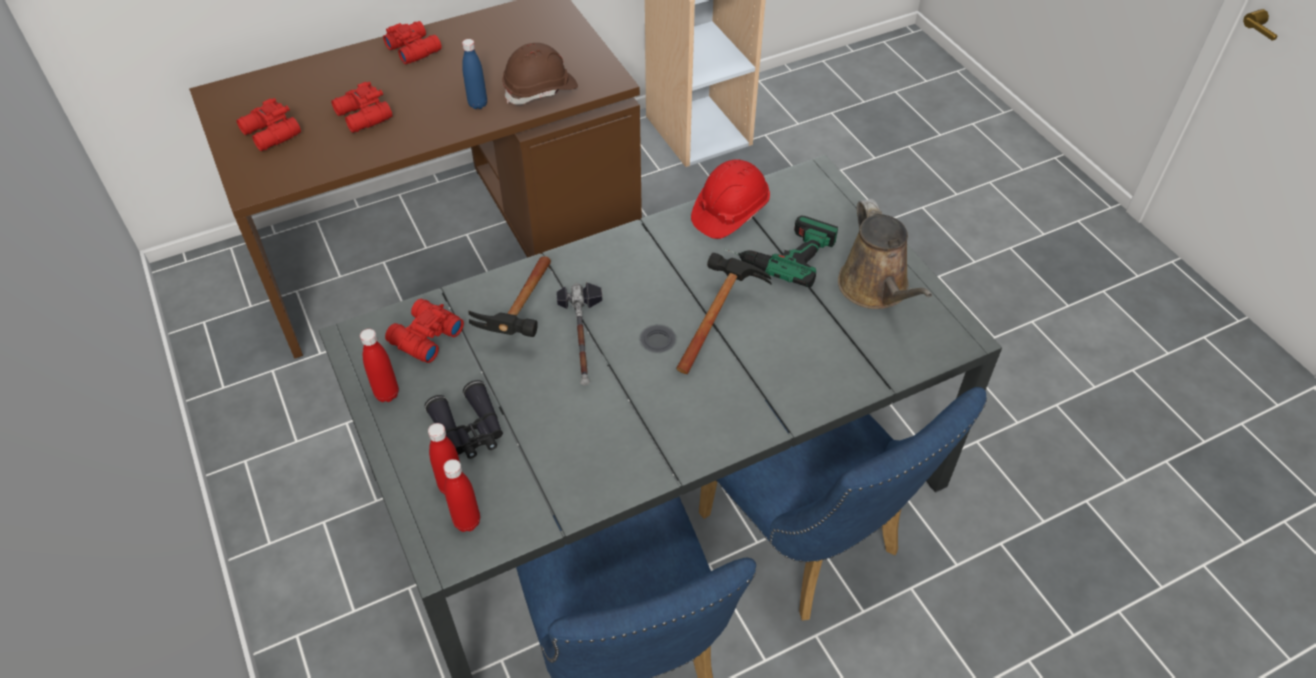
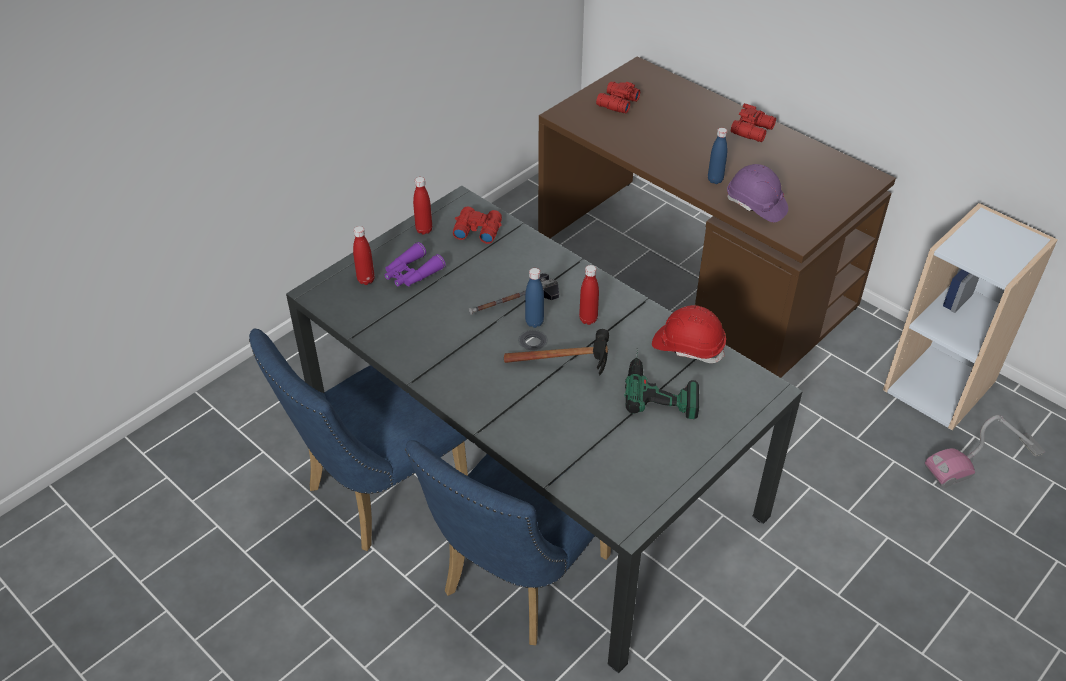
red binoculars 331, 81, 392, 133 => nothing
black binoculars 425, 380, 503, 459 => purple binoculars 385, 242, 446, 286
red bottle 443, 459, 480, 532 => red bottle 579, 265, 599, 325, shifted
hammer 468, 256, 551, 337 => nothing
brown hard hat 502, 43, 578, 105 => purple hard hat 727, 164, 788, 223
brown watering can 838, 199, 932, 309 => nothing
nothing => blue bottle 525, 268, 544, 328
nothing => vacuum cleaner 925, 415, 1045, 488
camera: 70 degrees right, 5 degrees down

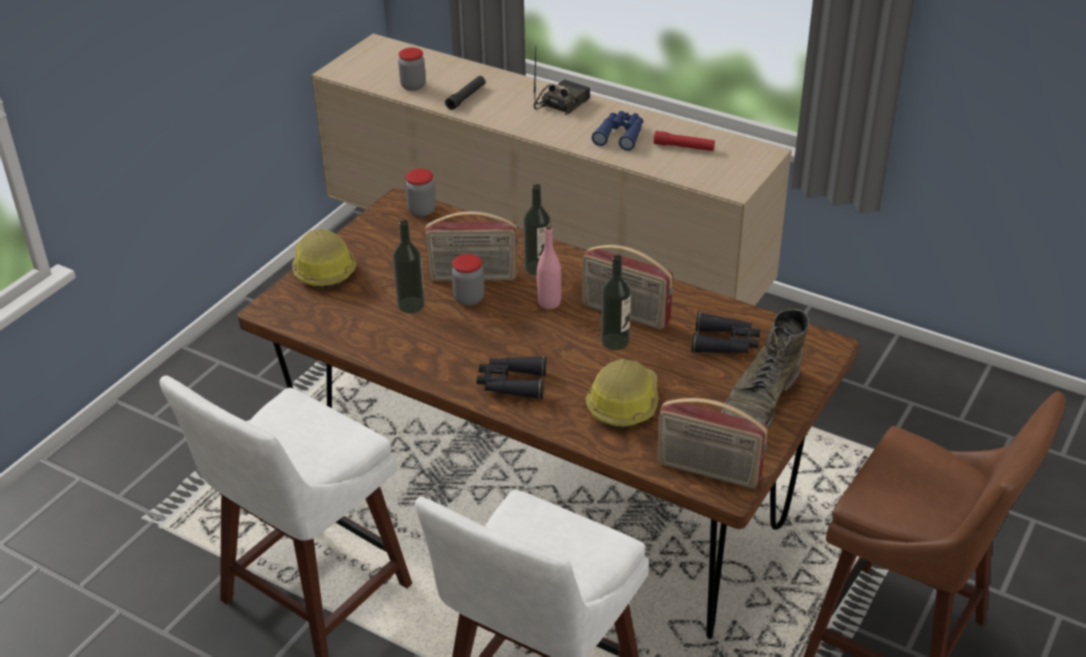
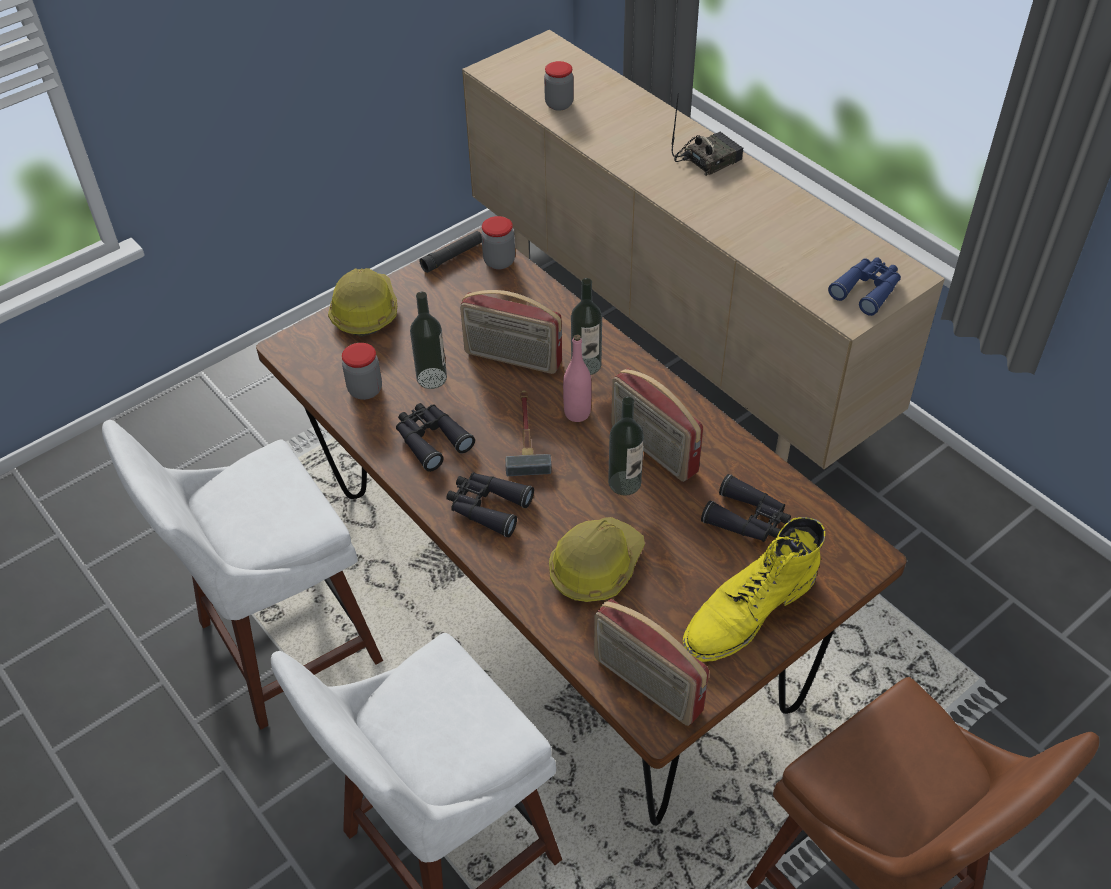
black flashlight 445, 76, 485, 110 => black flashlight 419, 231, 482, 273, shifted
jar 452, 254, 485, 306 => jar 342, 343, 382, 400, shifted
blue binoculars 592, 111, 643, 151 => blue binoculars 828, 257, 901, 316, shifted
red flashlight 654, 131, 715, 151 => nothing
green boot 721, 309, 809, 428 => yellow boot 683, 517, 825, 662
nothing => black binoculars 396, 403, 475, 472
nothing => hammer 505, 390, 552, 476
camera: 20 degrees right, 10 degrees up

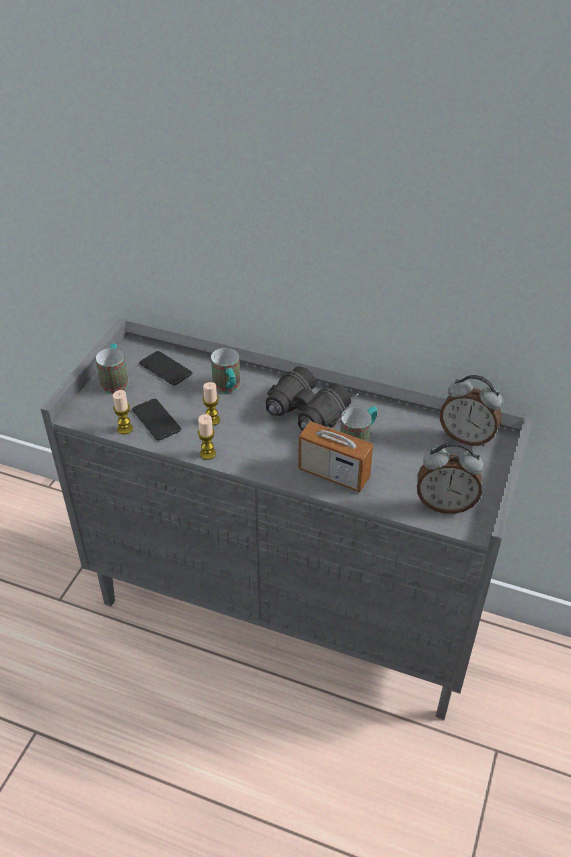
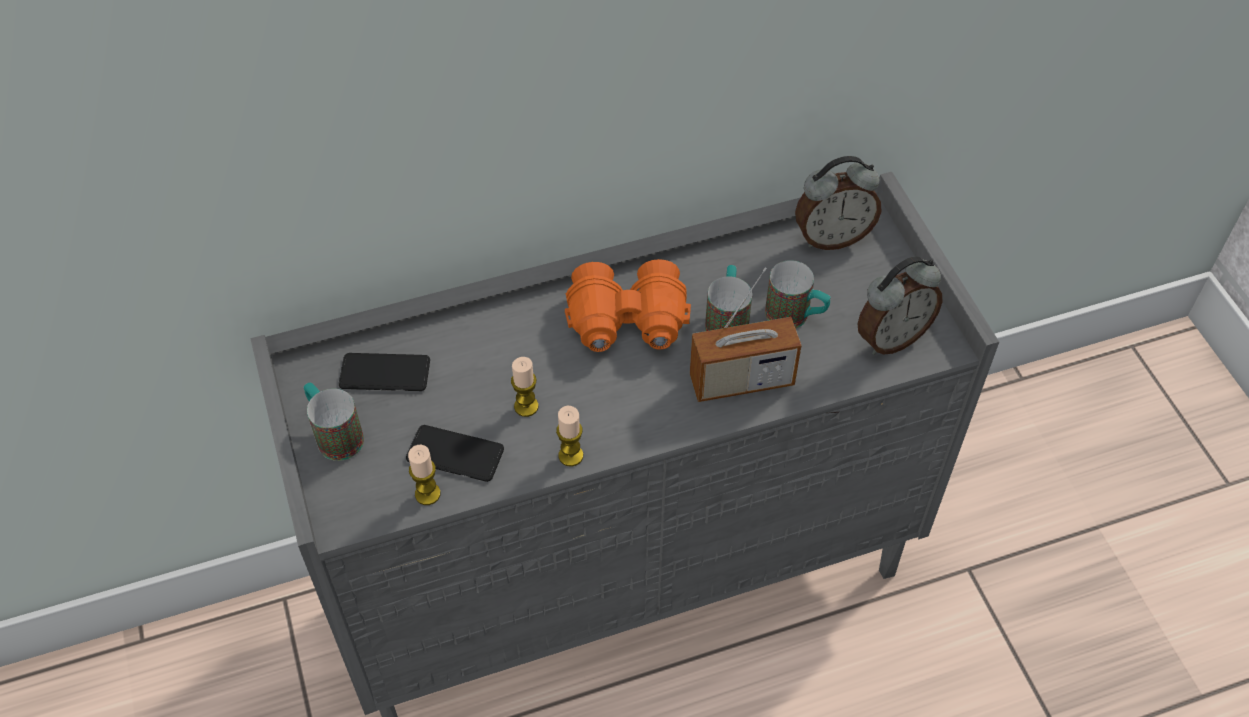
mug 211, 348, 240, 393 => mug 765, 260, 831, 328, shifted
black binoculars 266, 366, 351, 431 => orange binoculars 565, 259, 691, 352
camera: 40 degrees left, 10 degrees up

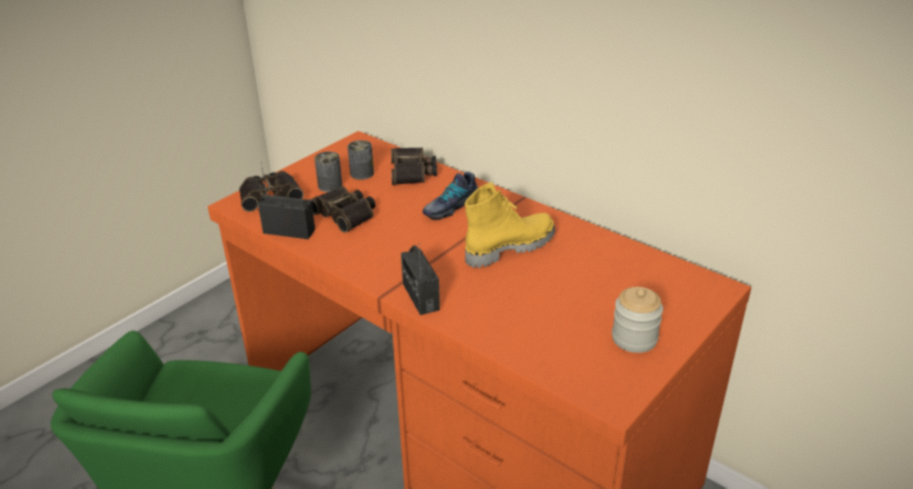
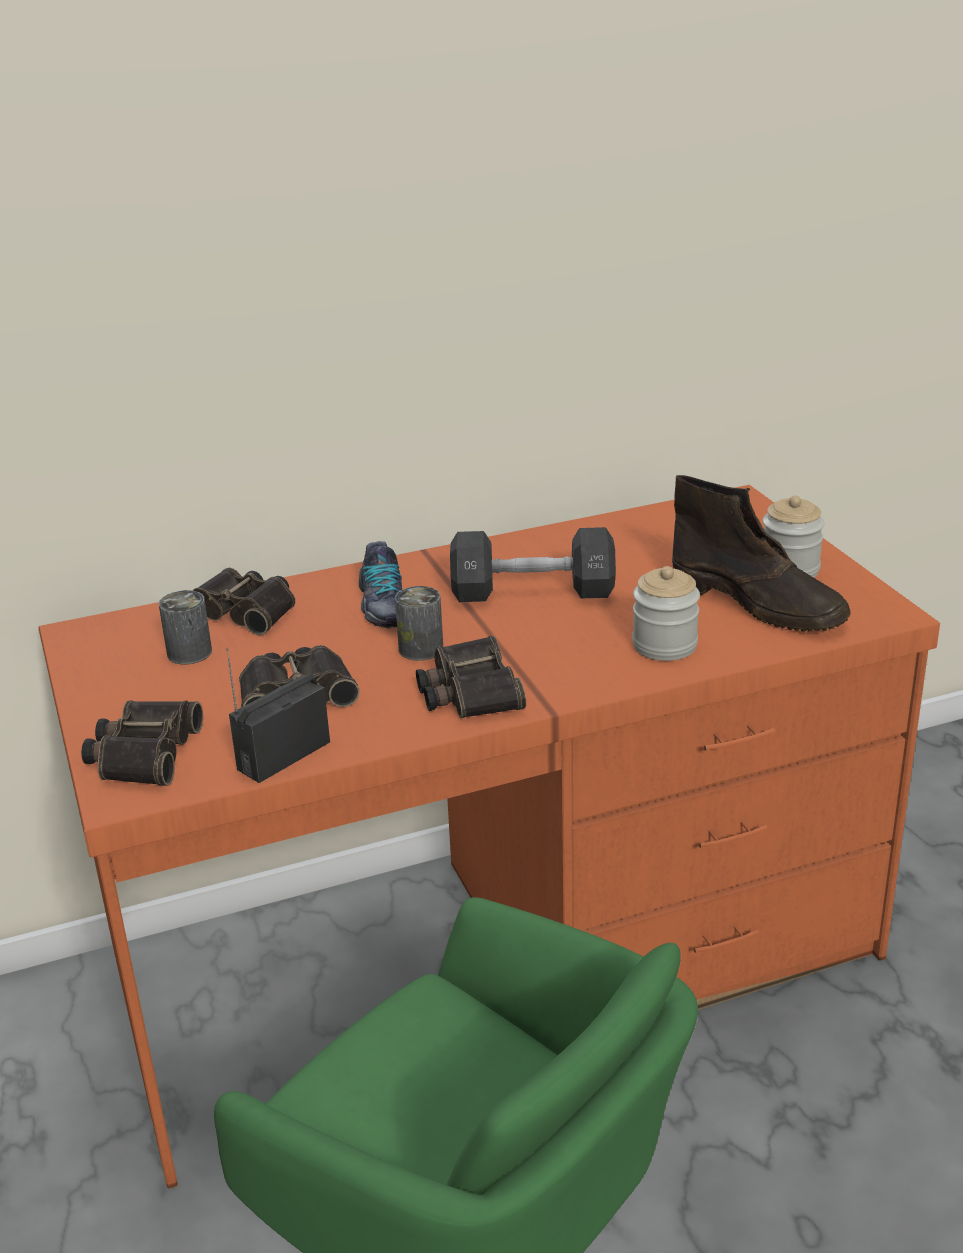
can 314, 152, 342, 192 => can 395, 586, 443, 661, shifted
radio 401, 243, 440, 315 => nothing
yellow boot 465, 182, 555, 268 => black dumbbell 450, 527, 616, 602
nothing => binoculars 416, 636, 526, 719
nothing => jar 632, 566, 700, 661
nothing => brown boot 672, 475, 851, 632
camera: 60 degrees left, 5 degrees down

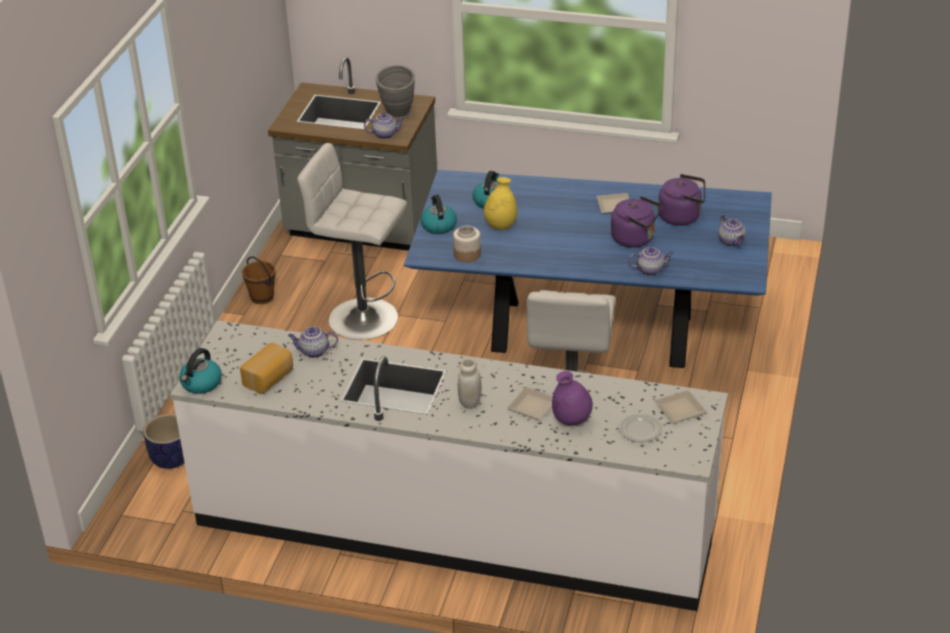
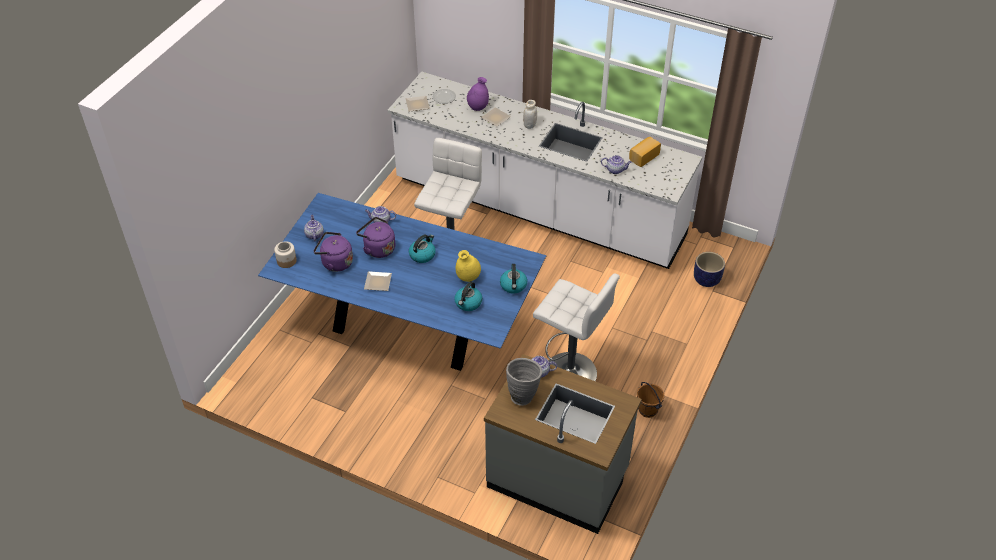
kettle 179, 348, 222, 394 => kettle 409, 234, 436, 263, shifted
jar 453, 226, 481, 262 => jar 274, 241, 297, 268, shifted
camera: 170 degrees left, 10 degrees up

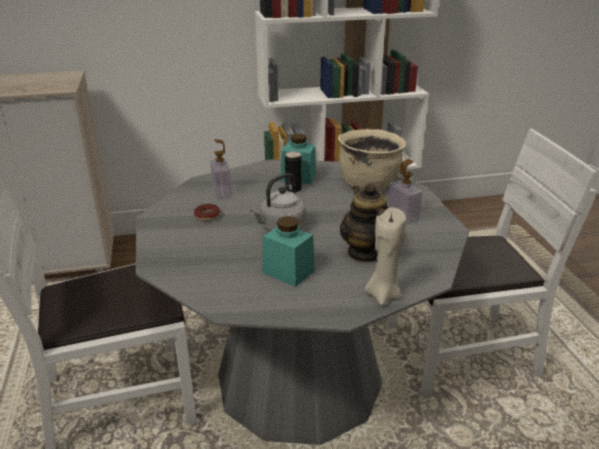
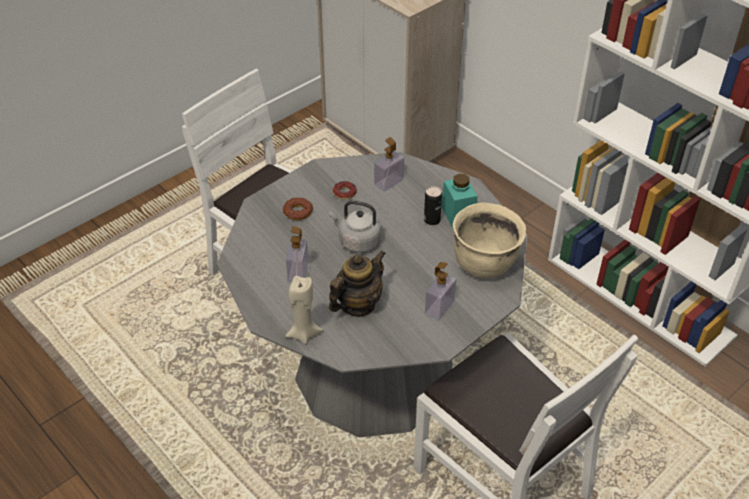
turquoise jar 262, 216, 315, 287 => soap dispenser 286, 226, 308, 282
nothing => donut 283, 198, 313, 220
camera: 60 degrees right, 15 degrees up

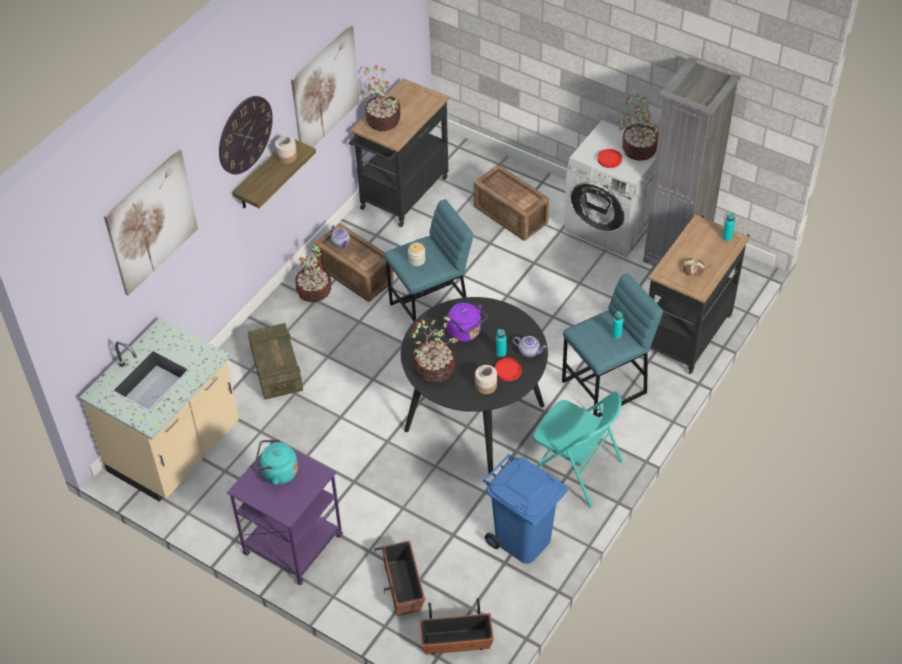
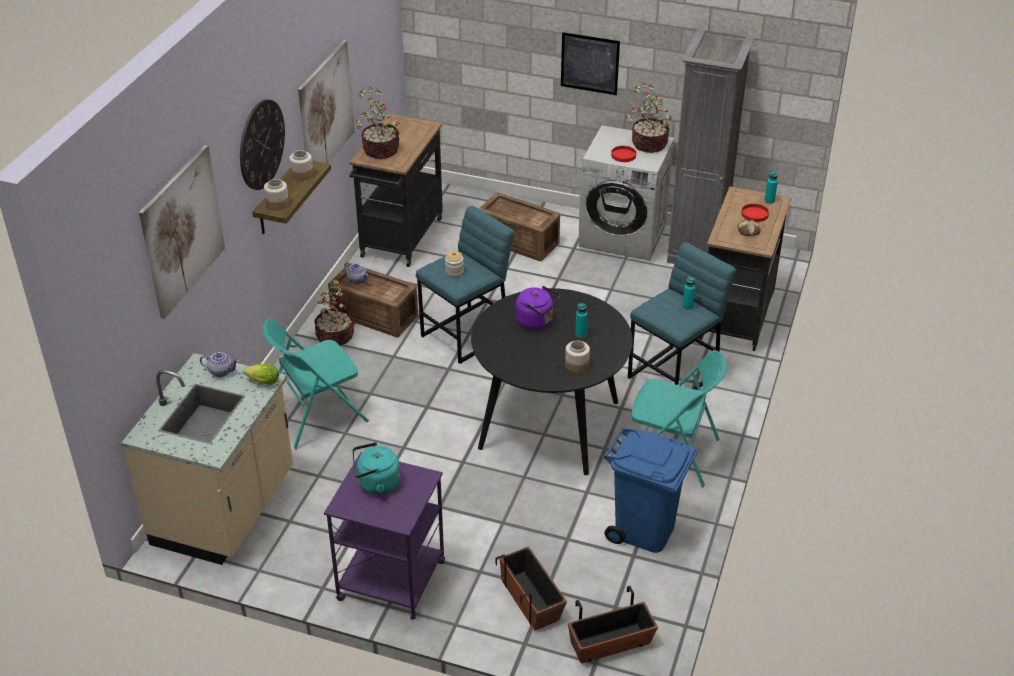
crate 248, 323, 303, 400 => turquoise chair 263, 318, 369, 449
potted plant 409, 315, 459, 383 => nothing
red plate 495, 358, 522, 381 => red plate 741, 204, 769, 222, shifted
teapot 513, 336, 546, 357 => teapot 200, 352, 239, 377, shifted
nothing => lettuce 243, 364, 279, 385
nothing => jar 264, 179, 289, 210
nothing => picture 561, 32, 620, 95
camera: 15 degrees left, 10 degrees down

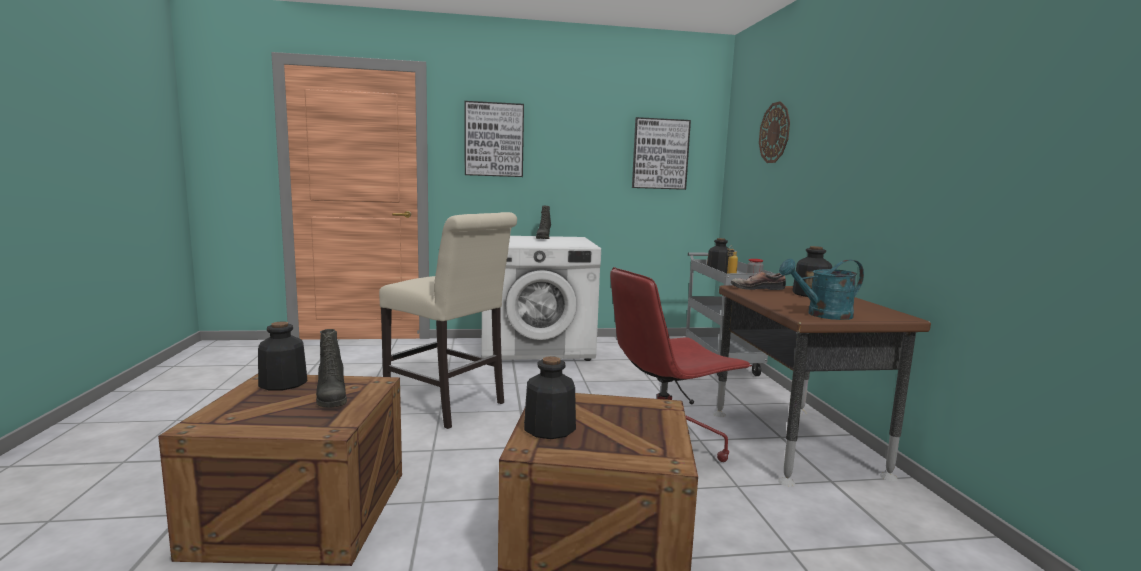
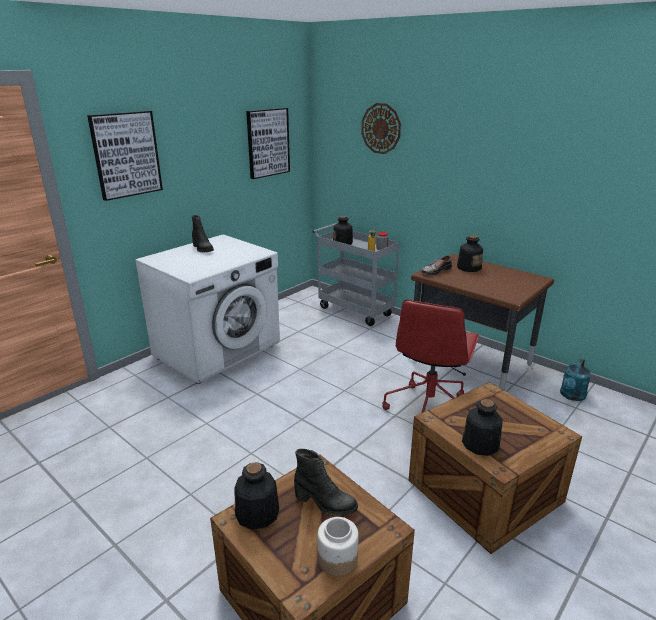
beige stool 379, 212, 517, 429 => nothing
turquoise watering can 779, 259, 864, 320 => turquoise watering can 560, 359, 591, 401, shifted
nothing => jar 318, 517, 359, 577
camera: 40 degrees left, 15 degrees up

